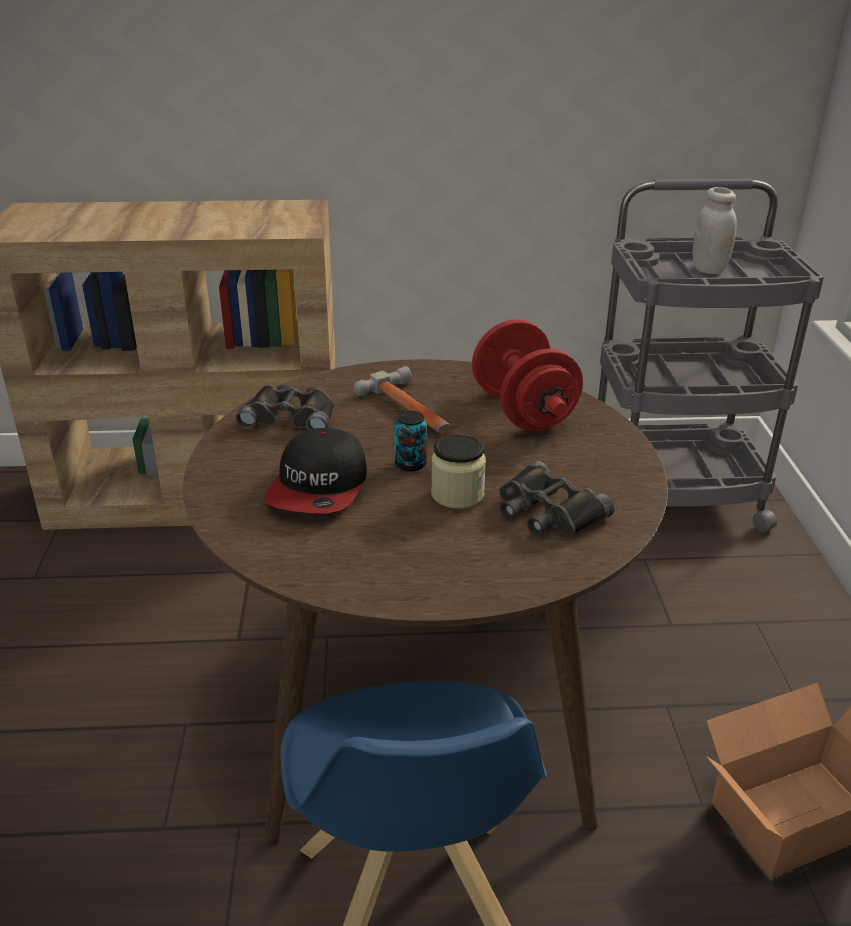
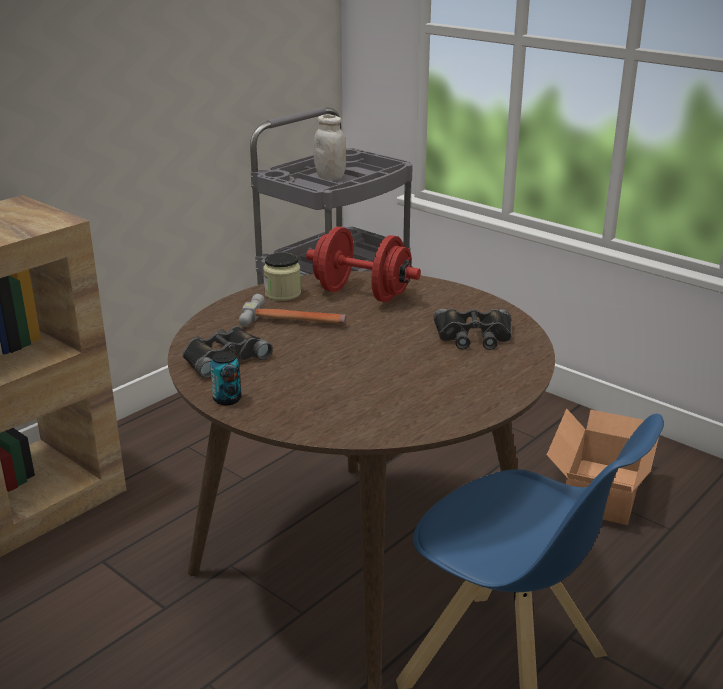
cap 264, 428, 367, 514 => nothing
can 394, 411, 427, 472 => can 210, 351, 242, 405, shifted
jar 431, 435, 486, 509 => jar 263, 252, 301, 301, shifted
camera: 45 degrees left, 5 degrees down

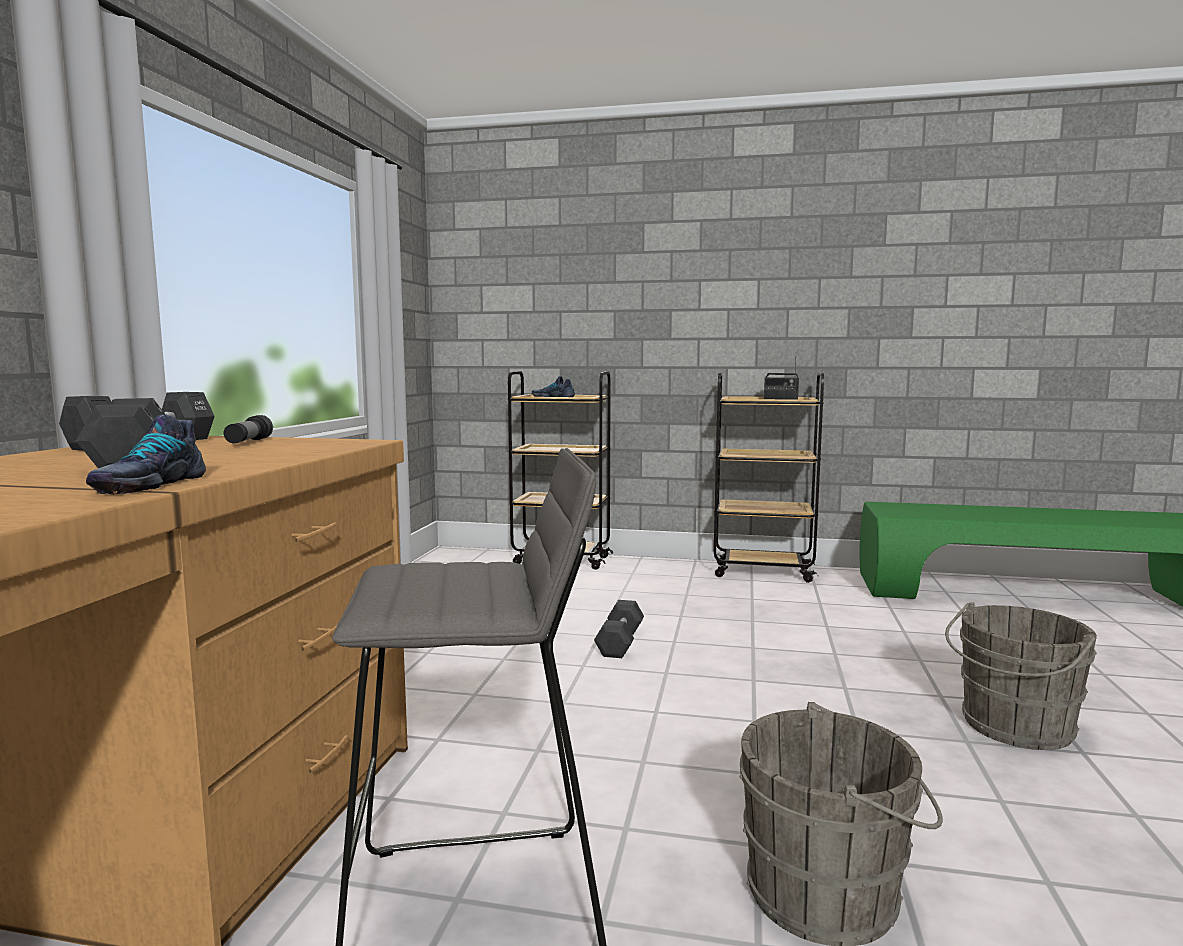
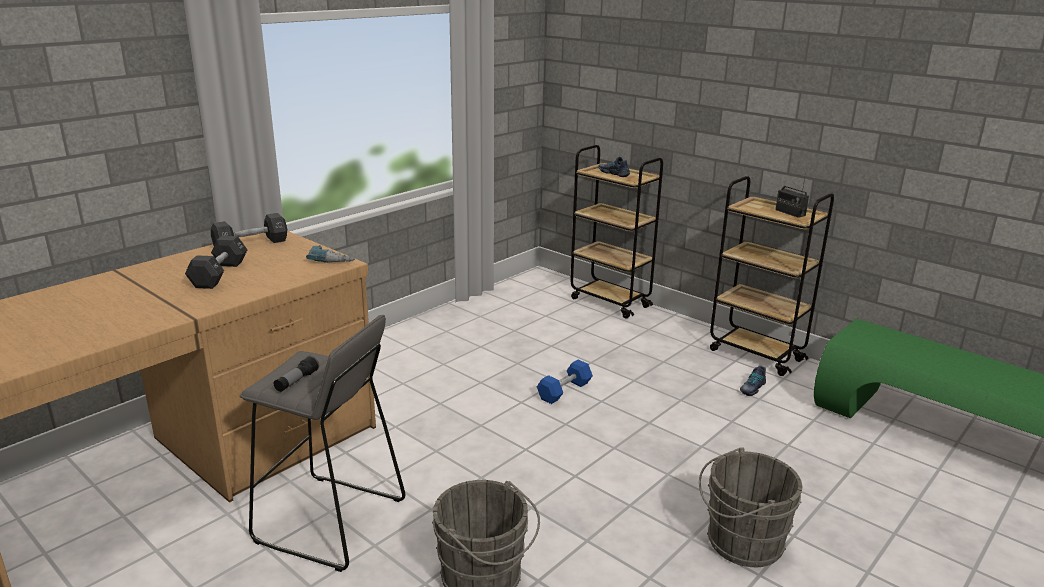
shoe 86, 414, 206, 494 => shoe 740, 366, 766, 396, shifted
flashlight 223, 415, 273, 443 => flashlight 274, 356, 319, 392, shifted
black dumbbell 594, 600, 644, 658 => blue dumbbell 537, 360, 593, 404
nothing => power drill 306, 245, 355, 263
camera: 30 degrees right, 15 degrees up

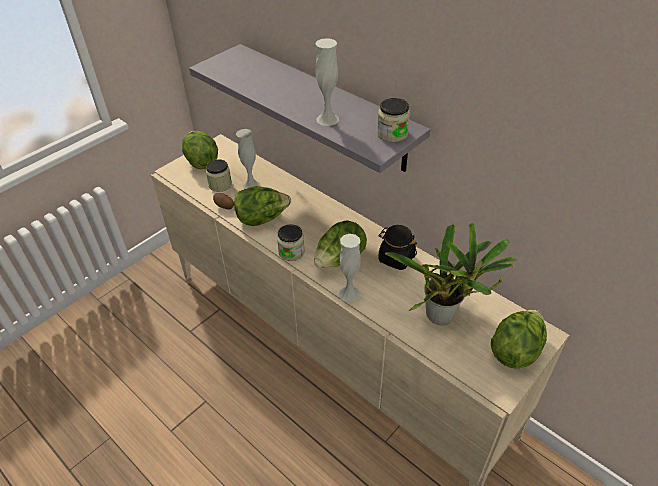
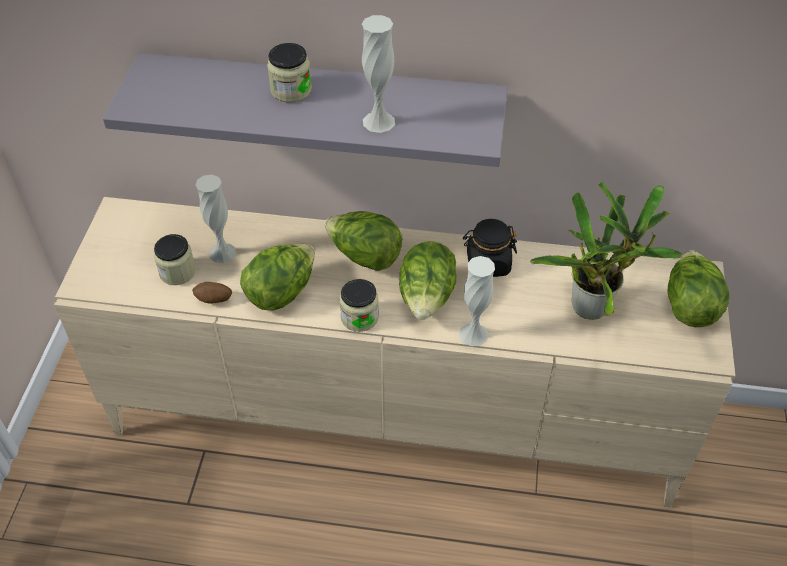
lettuce 182, 131, 218, 169 => lettuce 325, 211, 402, 271, shifted
jar 377, 98, 410, 142 => jar 267, 43, 312, 102, shifted
camera: 35 degrees left, 5 degrees up

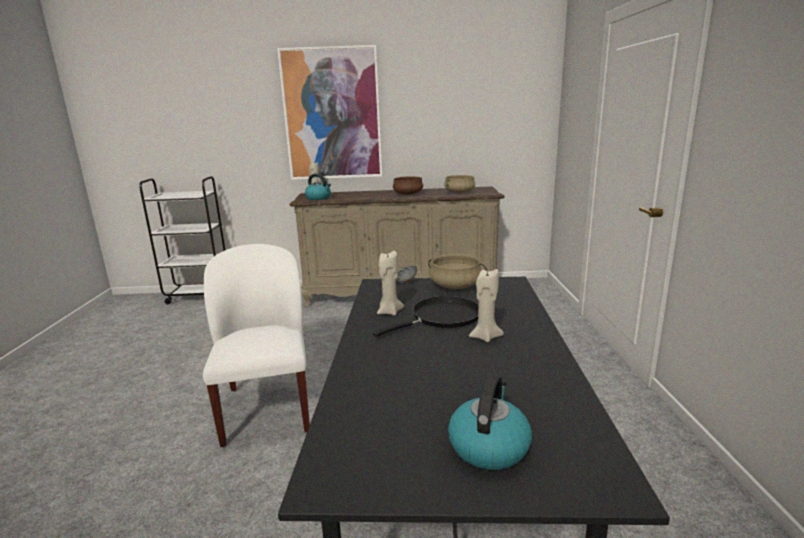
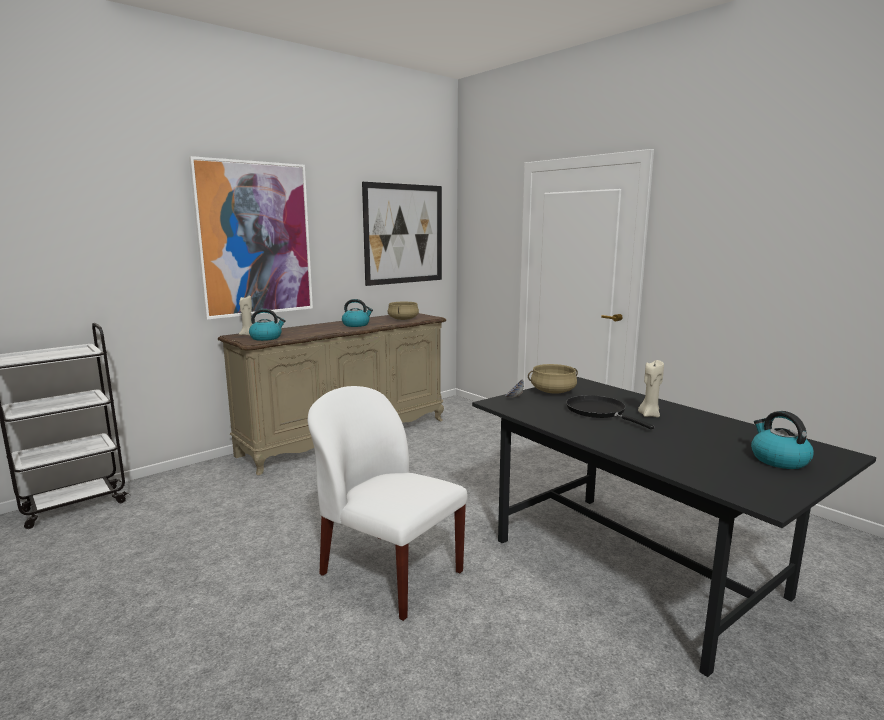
black frying pan 373, 296, 478, 337 => black frying pan 566, 395, 654, 429, 45 degrees counterclockwise
beige candle 377, 251, 404, 316 => nothing
brown cooking pot 393, 176, 423, 195 => kettle 342, 299, 373, 327
nothing => picture 362, 182, 442, 286
camera: 40 degrees left, 5 degrees down

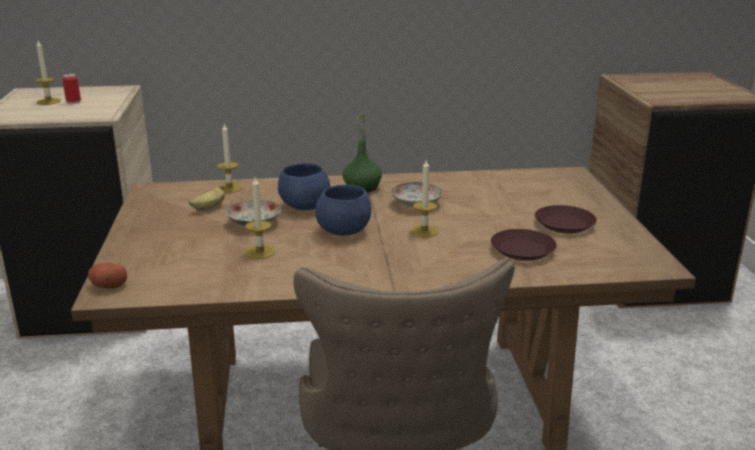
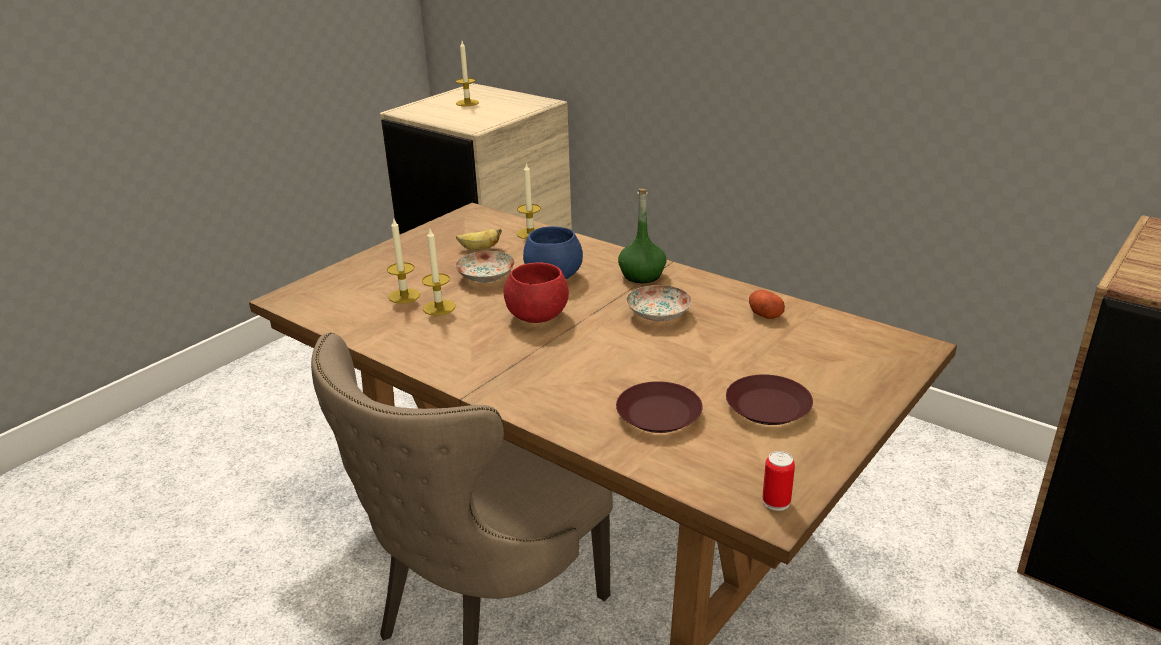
can 62, 74, 81, 104 => can 763, 451, 795, 511, shifted
potato 88, 263, 127, 289 => potato 749, 290, 785, 319, shifted
blue bowl 315, 185, 371, 236 => red bowl 504, 263, 569, 323
candle 410, 158, 439, 237 => candle 387, 217, 420, 304, shifted
camera: 45 degrees right, 5 degrees up

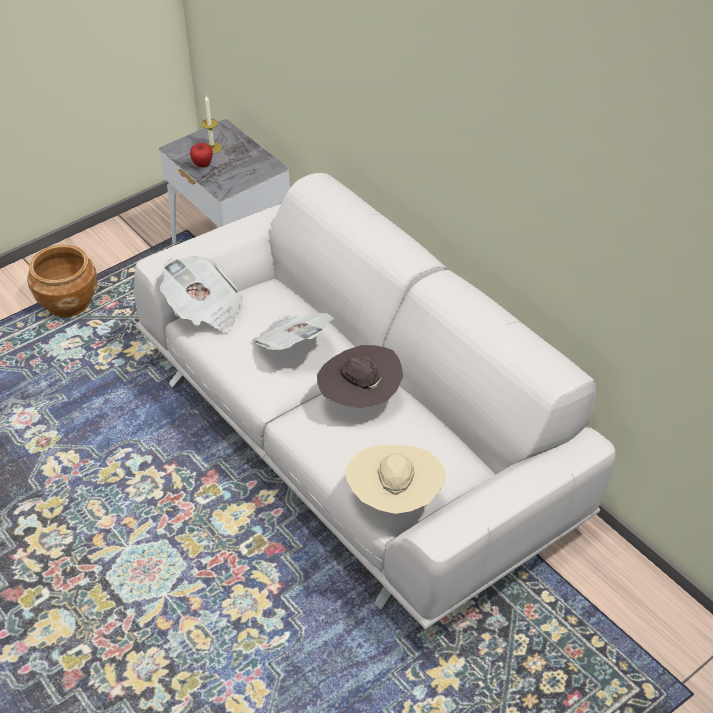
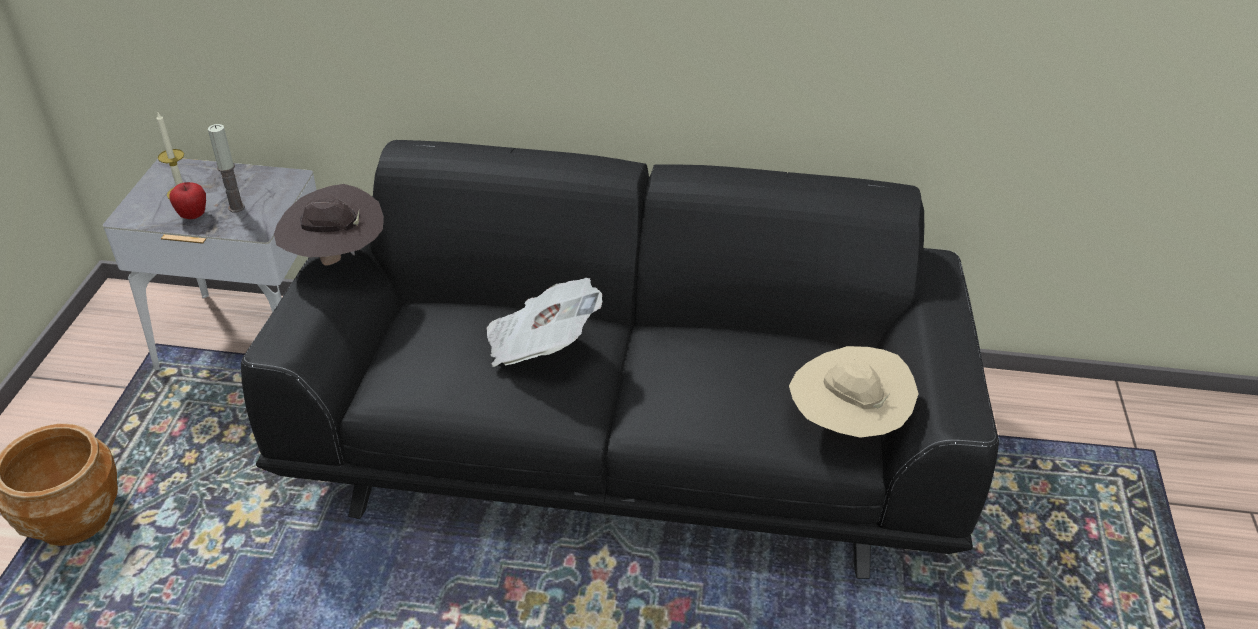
white sofa 134, 173, 616, 629 => black sofa 241, 140, 999, 579
newspaper 160, 256, 243, 332 => nothing
brown hat 317, 345, 403, 408 => brown hat 274, 184, 384, 266, shifted
nothing => candle 208, 124, 245, 212
camera: 45 degrees left, 5 degrees down

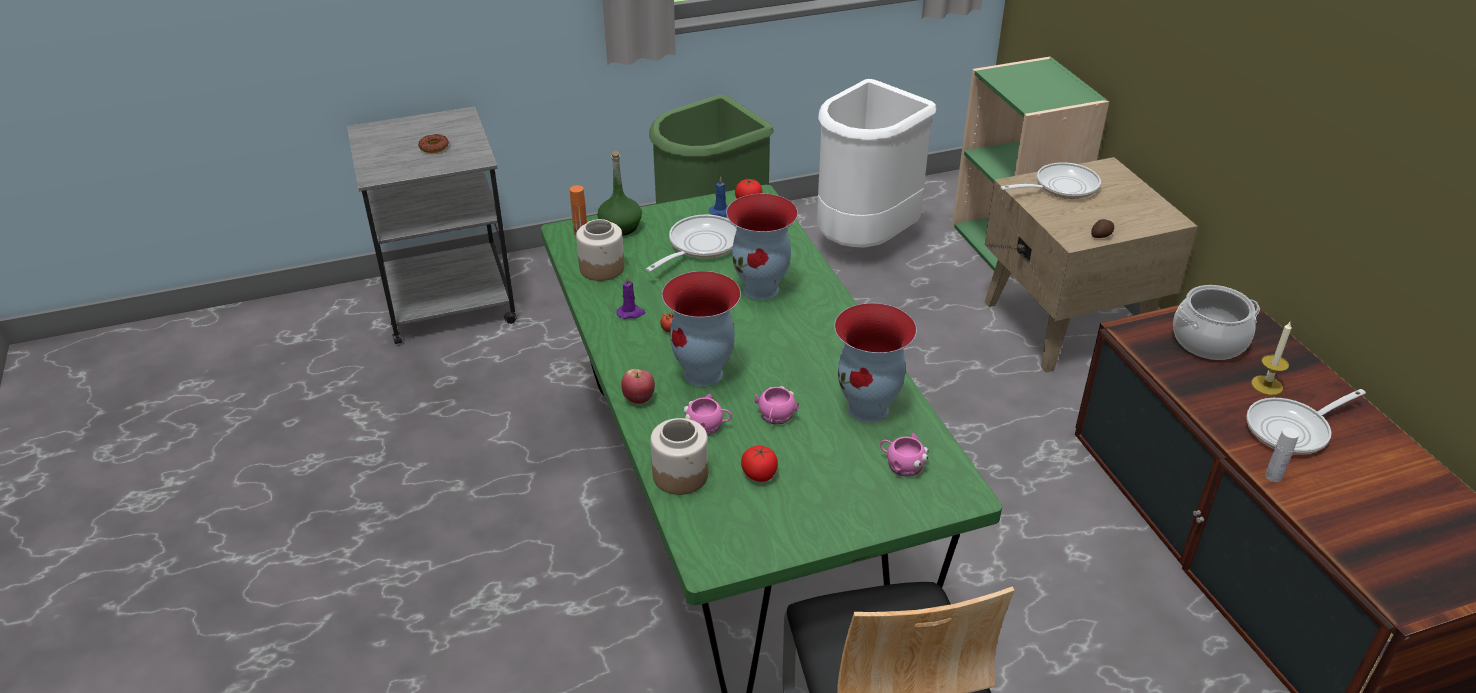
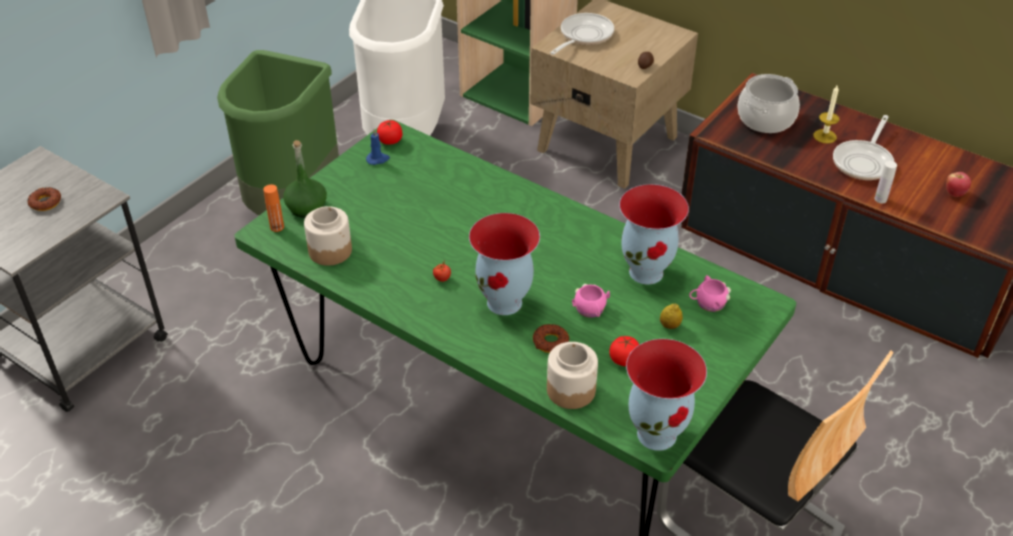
purple candle 617, 275, 645, 319 => nothing
apple 621, 369, 655, 404 => apple 946, 172, 971, 197, shifted
frying pan 646, 214, 737, 272 => nothing
pink mug 683, 394, 732, 435 => donut 533, 324, 569, 353
vase 726, 194, 798, 300 => vase 626, 339, 707, 451, shifted
nothing => lemon 660, 303, 683, 329
camera: 35 degrees left, 5 degrees up

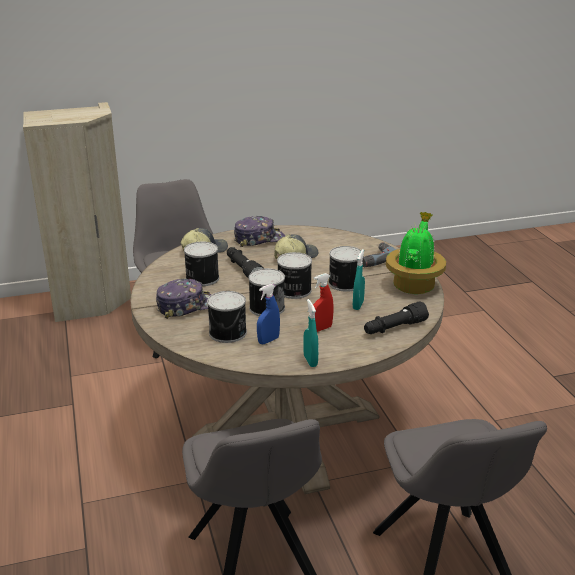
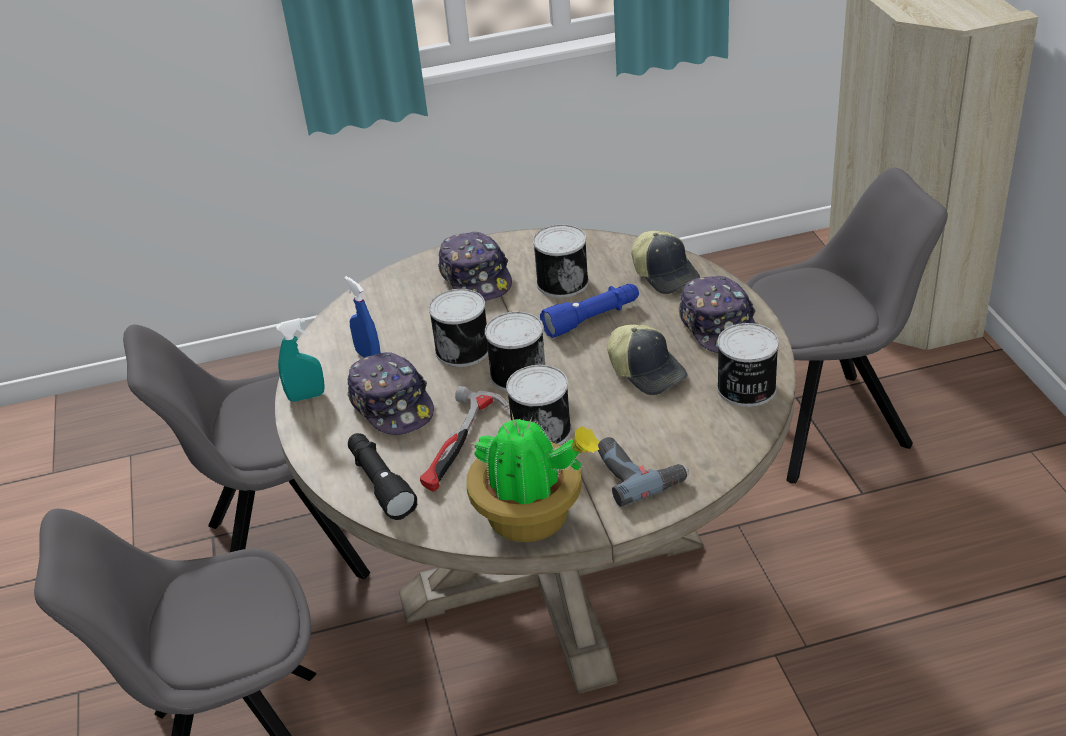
can 207, 291, 247, 343 => can 717, 323, 779, 407, shifted
black flashlight 227, 247, 264, 279 => blue flashlight 540, 284, 639, 338
red spray bottle 313, 273, 334, 332 => cap 347, 352, 434, 435
turquoise spray bottle 353, 249, 365, 310 => hammer 420, 386, 509, 492
camera: 95 degrees right, 10 degrees up

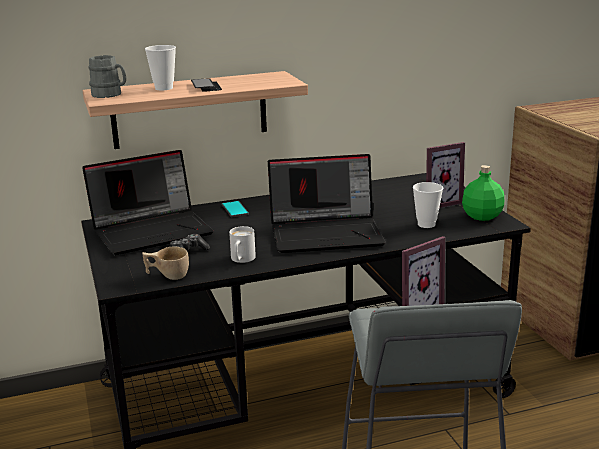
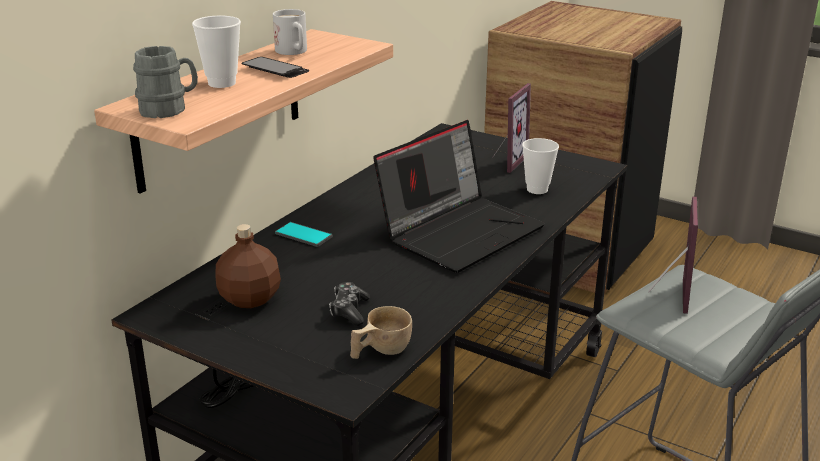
laptop 82, 150, 214, 255 => brown bottle 215, 224, 281, 308
white mug 229, 226, 256, 263 => white mug 273, 9, 307, 55, shifted
green bottle 462, 165, 504, 221 => nothing
camera: 40 degrees left, 5 degrees up

